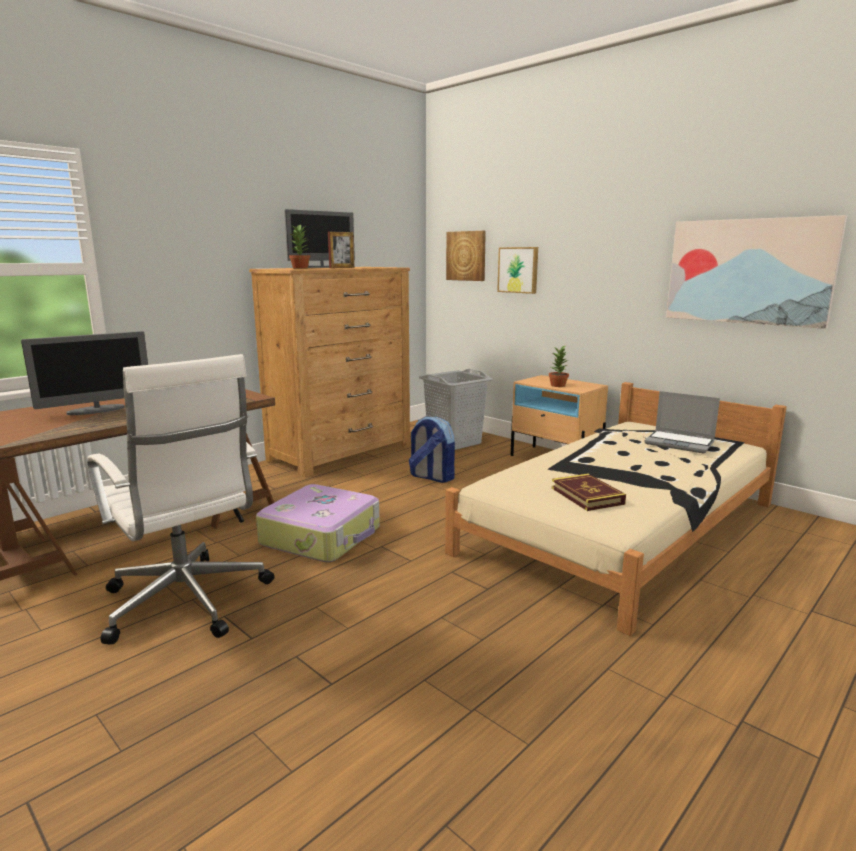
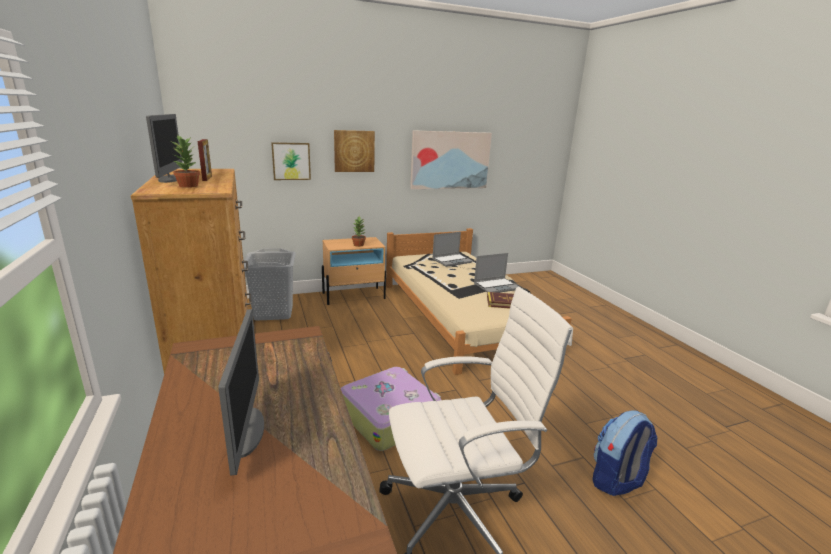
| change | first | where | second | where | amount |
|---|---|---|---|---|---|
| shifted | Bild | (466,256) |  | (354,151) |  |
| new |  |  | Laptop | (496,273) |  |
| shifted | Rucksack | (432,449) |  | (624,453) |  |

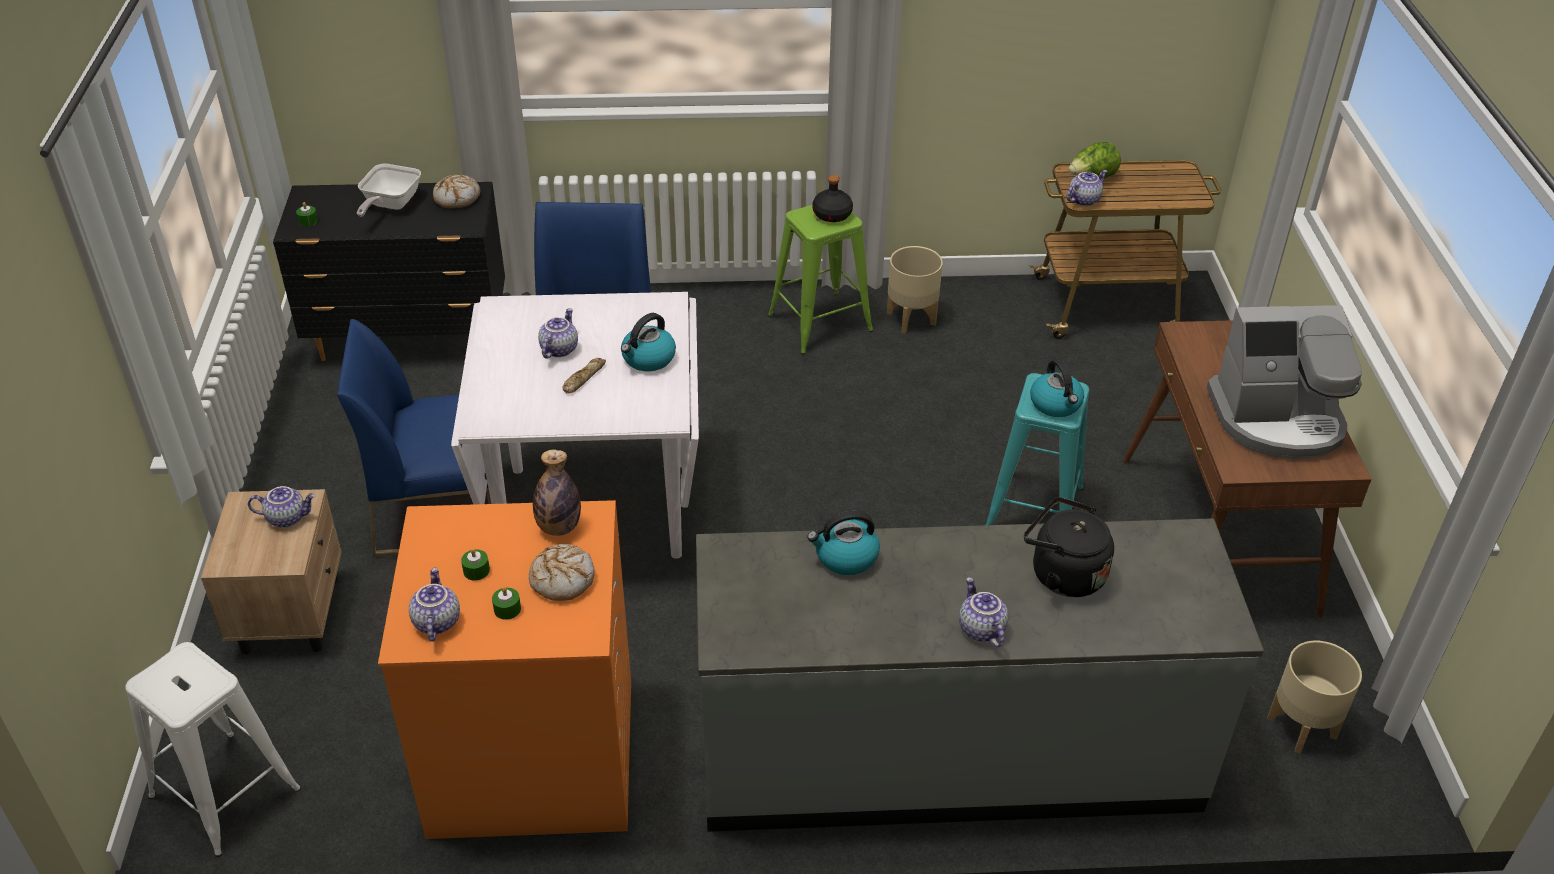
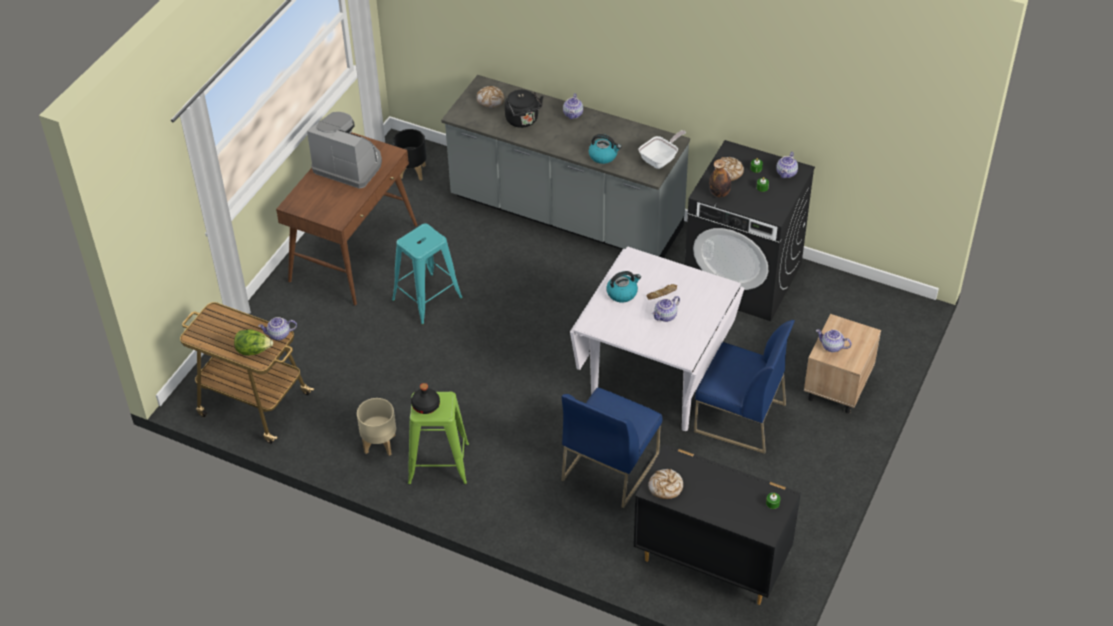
| change | first | where | second | where | amount |
|---|---|---|---|---|---|
| repainted | Pflanzkübel/beige | (1314,697) | Pflanzkübel/schwarz | (410,155) |  |
| new |  |  | Brot | (490,97) |  |
| shifted | Pfanne | (389,190) |  | (662,149) |  |
| repainted | Waschmaschine/orange | (504,669) | Waschmaschine/schwarz | (750,230) |  |
| gone | Hocker/weiß | (213,749) |  |  |  |
| gone | Wasserkessel | (1057,388) |  |  |  |

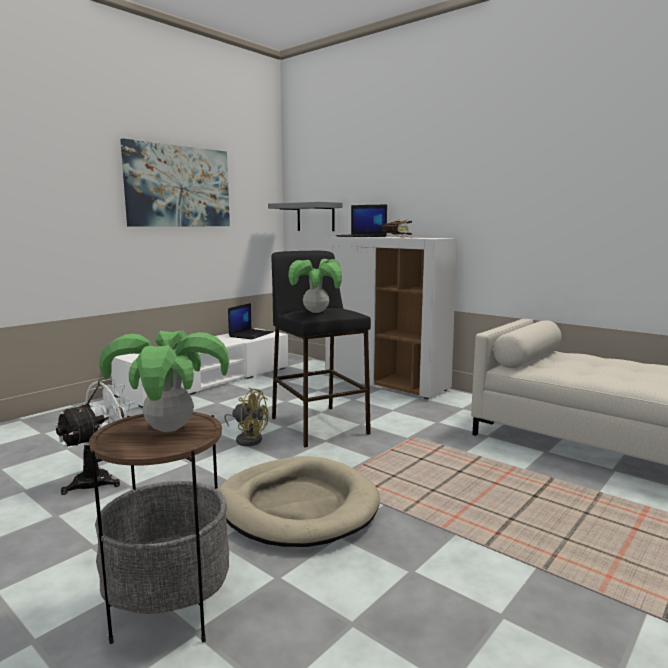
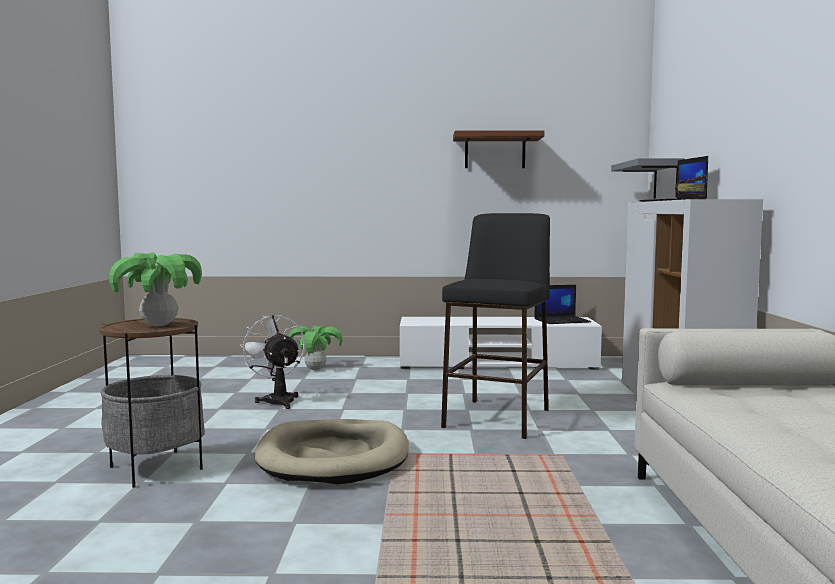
| change | first | where | second | where | amount |
|---|---|---|---|---|---|
| rotated | Ventilator/weiß | (94,437) |  | (272,362) | 120 degrees counterclockwise |
| shifted | Topfpflanze | (315,286) |  | (315,348) |  |
| swapped | Bild | (175,182) | Wandregal/braun | (498,149) |  |
| gone | Ventilator/gelb | (246,416) |  |  |  |

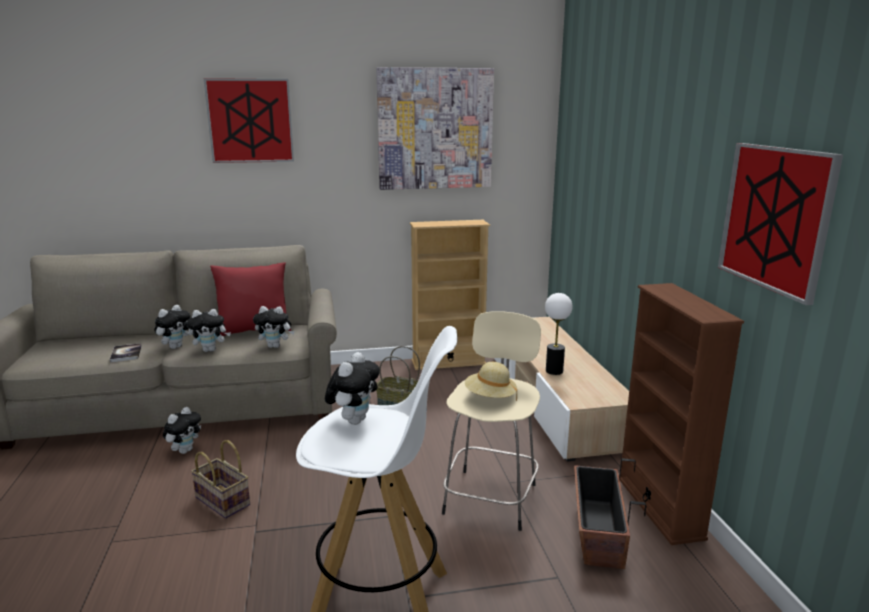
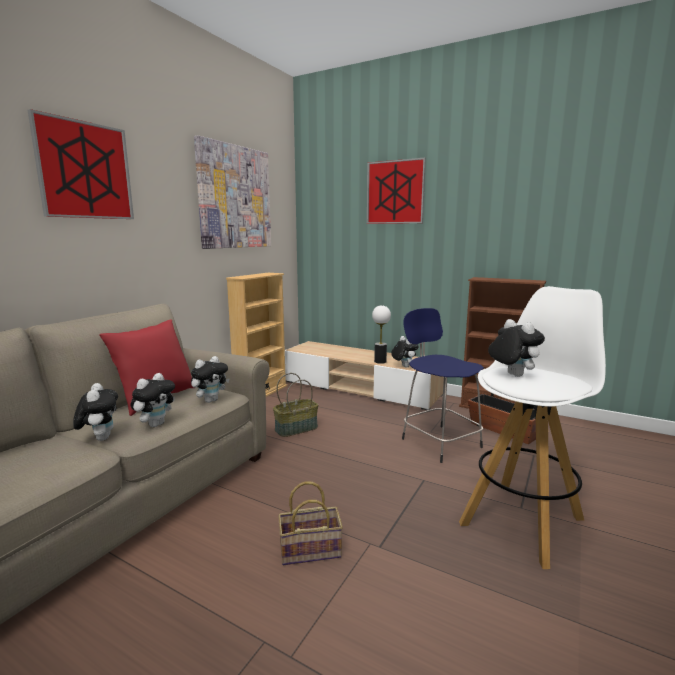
| change | first | where | second | where | amount |
|---|---|---|---|---|---|
| shifted | Bild | (780,224) |  | (396,191) |  |
| shifted | Plüschtier | (182,430) |  | (404,352) |  |
| repainted | Hocker/beige | (491,421) | Hocker/blau | (443,385) |  |
| gone | Buch | (126,352) |  |  |  |
| gone | Hut/beige | (491,381) |  |  |  |

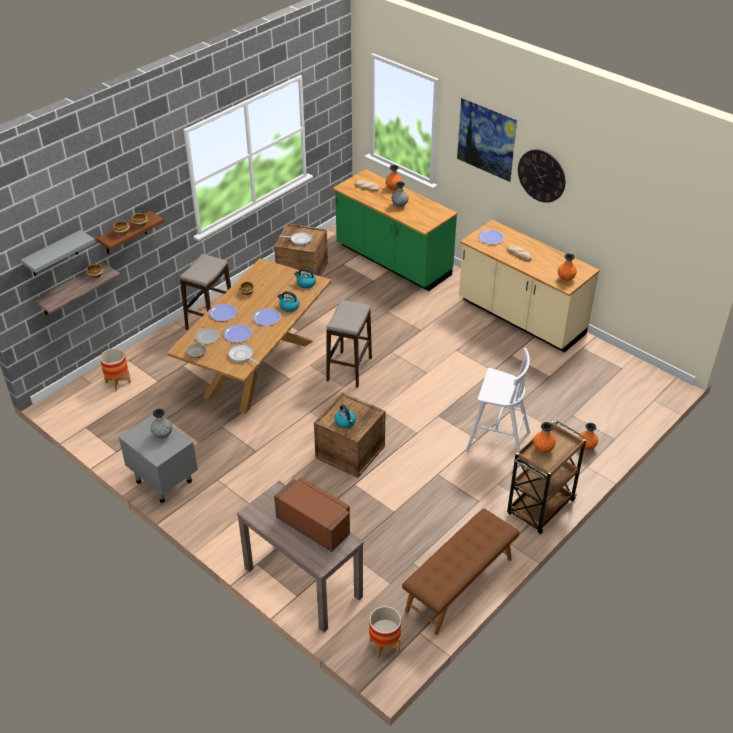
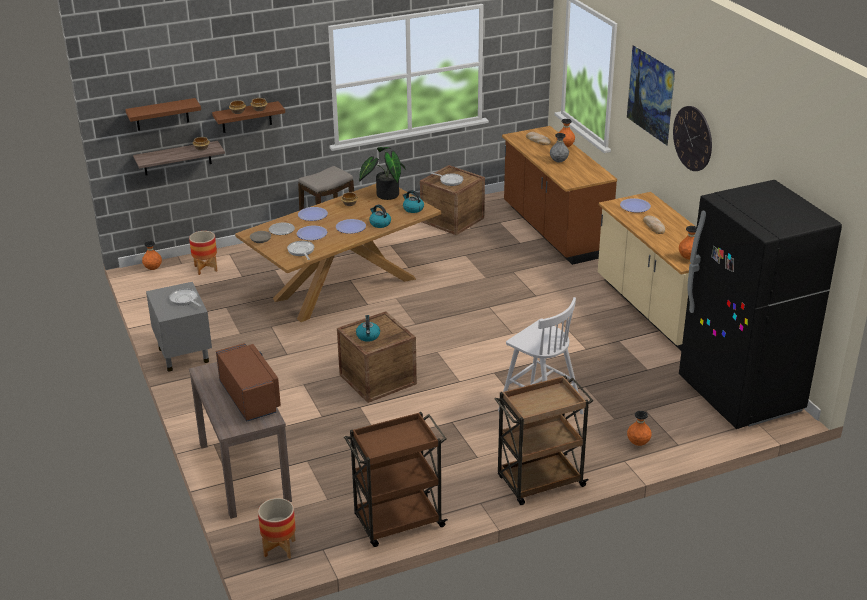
| change | first | where | second | where | amount |
|---|---|---|---|---|---|
| repainted | Wandregal/grau | (58,253) | Wandregal/braun | (163,114) |  |
| shifted | Vase/orange | (544,437) |  | (152,255) |  |
| swapped | Vase/grau | (161,423) | Pfanne | (185,298) |  |
| swapped | Bank/braun | (461,571) | Rollwagen/braun | (396,479) |  |
| new |  |  | Topfpflanze | (382,173) |  |
| repainted | Küchenzeile/grün | (395,230) | Küchenzeile/braun | (559,195) |  |
| new |  |  | Kühlschrank/schwarz | (760,304) |  |
| gone | Hocker | (349,344) |  |  |  |

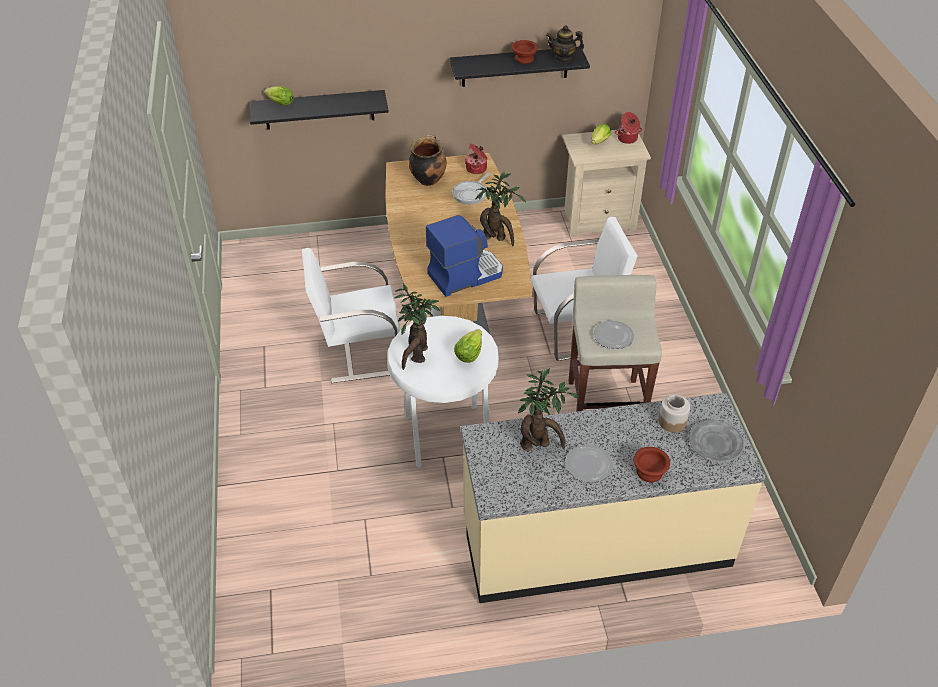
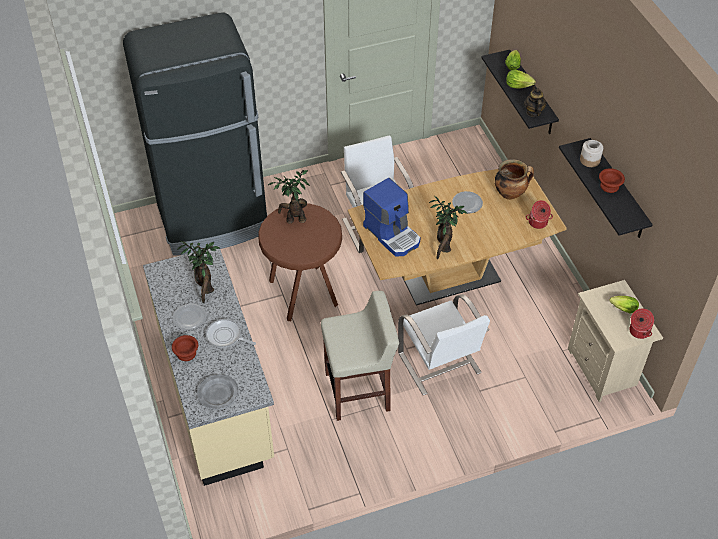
| change | first | where | second | where | amount |
|---|---|---|---|---|---|
| new |  |  | Kühlschrank/schwarz | (195,134) |  |
| shifted | Pfanne | (471,188) |  | (231,333) |  |
| repainted | Hocker/weiß | (443,392) | Hocker/braun | (300,262) |  |
| shifted | Teller | (613,334) |  | (467,202) |  |
| shifted | Salatkopf | (468,346) |  | (521,79) |  |
| shifted | Teekanne | (565,43) |  | (535,101) |  |
| shifted | Vorratsglas | (674,413) |  | (591,153) |  |

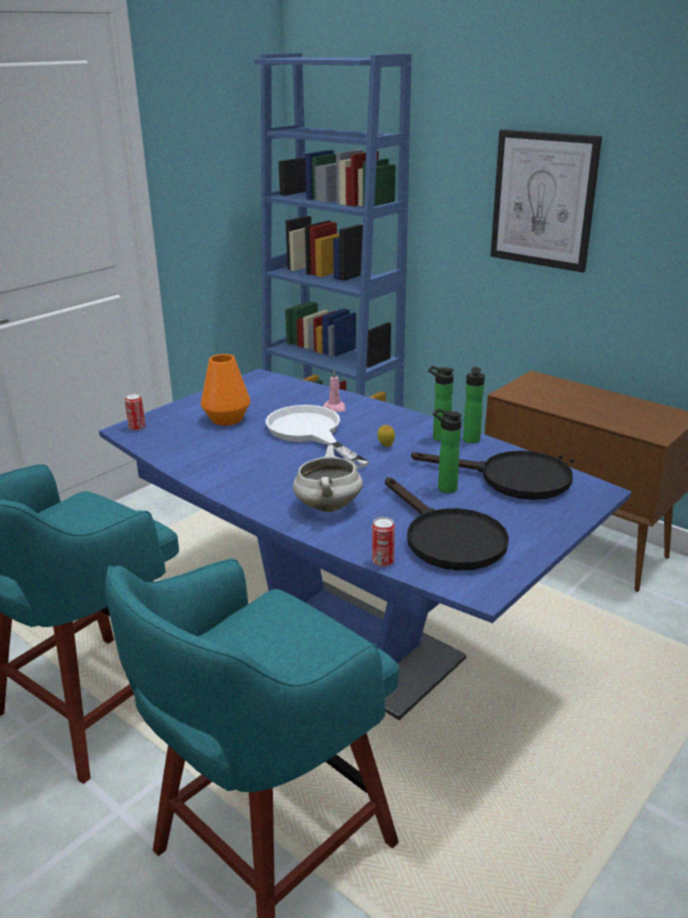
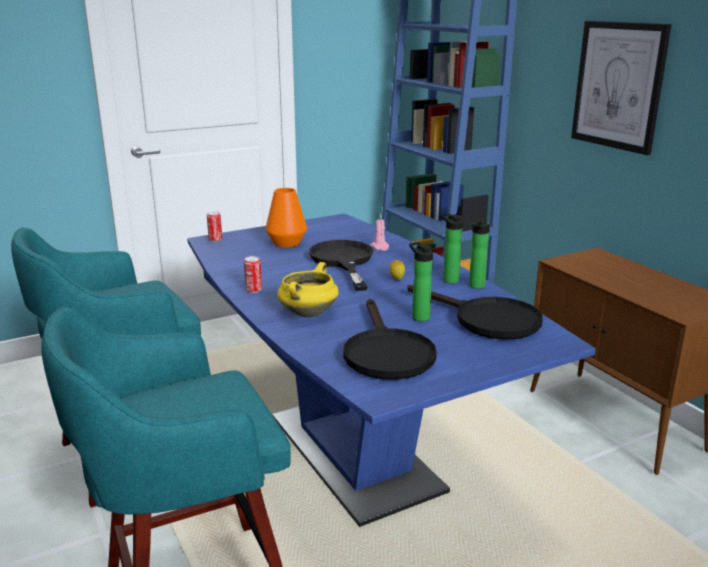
| change | first | where | second | where | amount |
|---|---|---|---|---|---|
| shifted | Dose | (383,542) |  | (253,274) |  |
| repainted | Kochtopf/weiß | (328,478) | Kochtopf/gelb | (308,289) |  |
| repainted | Pfanne/weiß | (317,437) | Pfanne/schwarz | (341,265) |  |

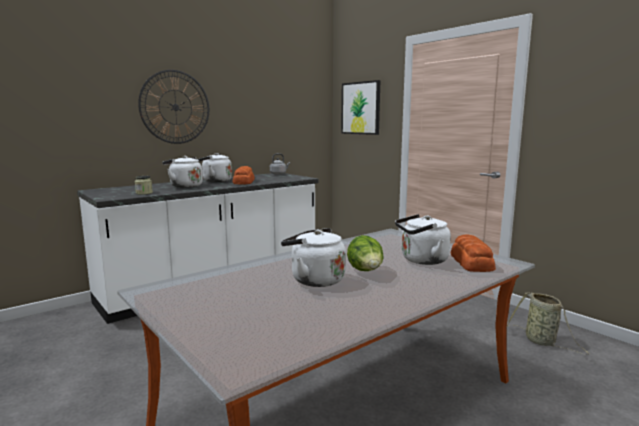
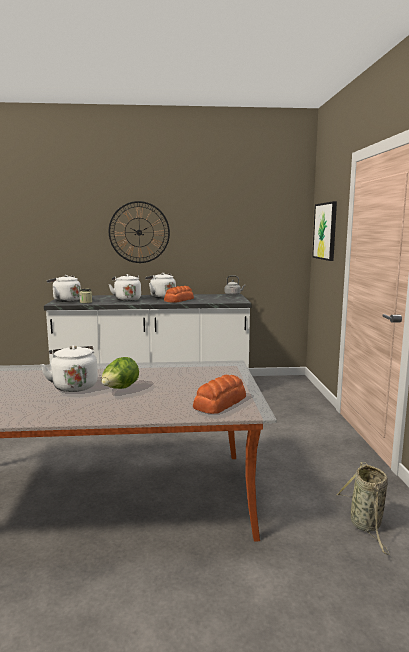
| change | first | where | second | where | amount |
|---|---|---|---|---|---|
| shifted | Wasserkessel/weiß | (423,239) |  | (64,288) |  |

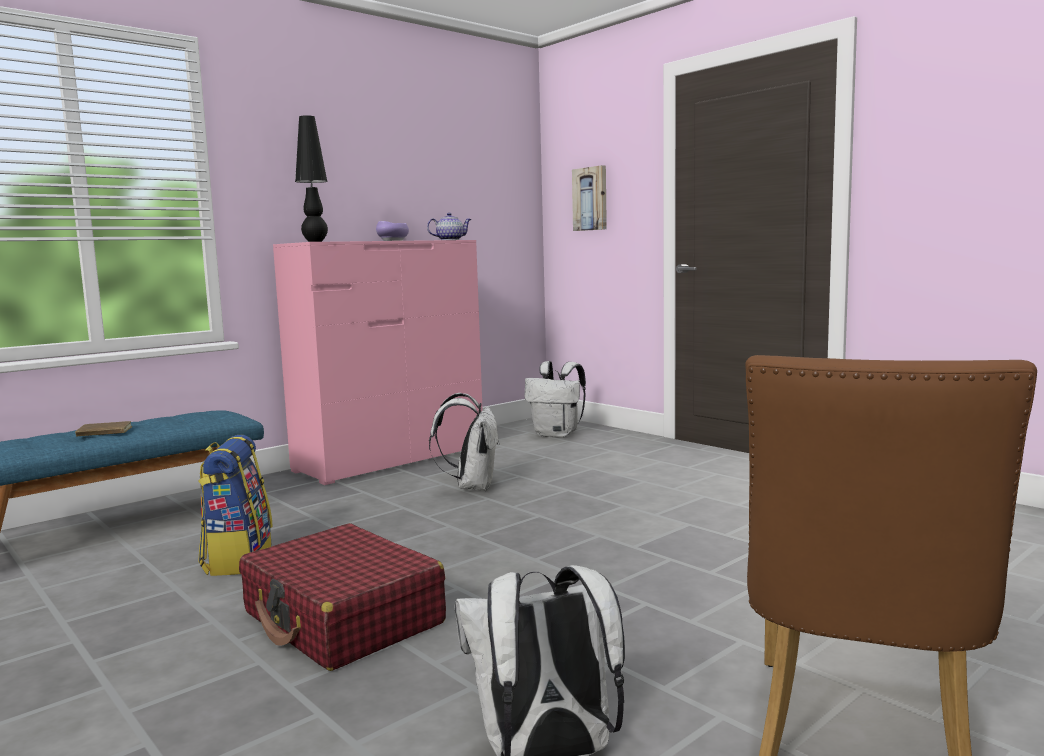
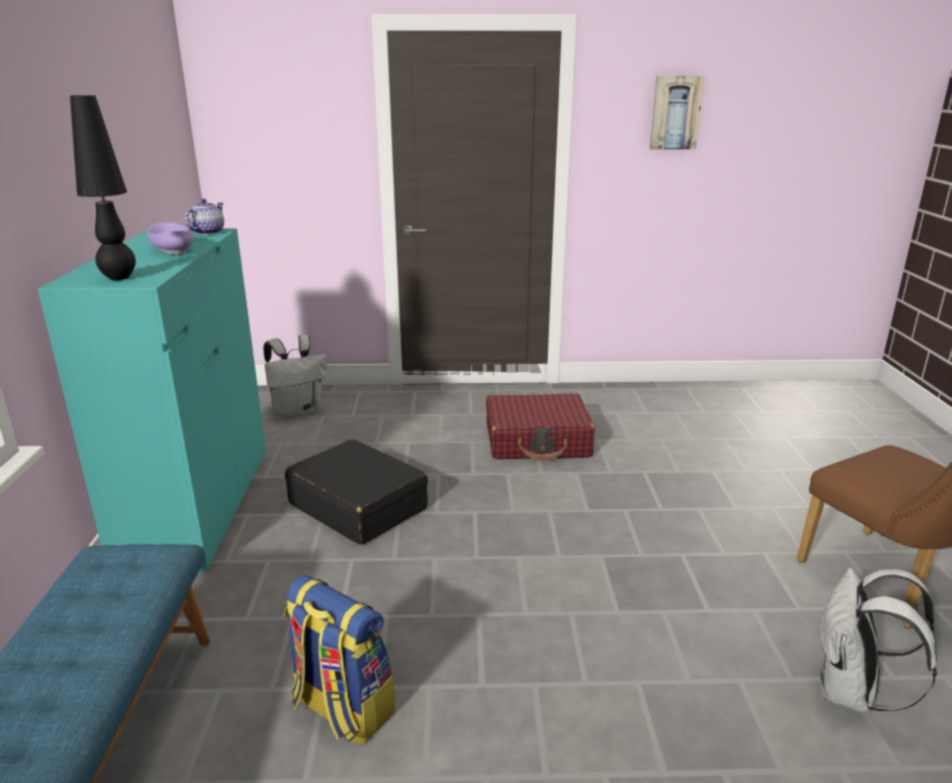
| change | first | where | second | where | amount |
|---|---|---|---|---|---|
| repainted | Kommode/rosa | (378,362) | Kommode/türkis | (152,401) |  |
| swapped | Rucksack/weiß | (464,442) | Koffer/schwarz | (356,492) |  |
| shifted | Koffer/rot | (342,597) |  | (540,427) |  |
| shifted | Bild | (589,198) |  | (677,113) |  |
| gone | Buch/braun | (104,428) |  |  |  |

